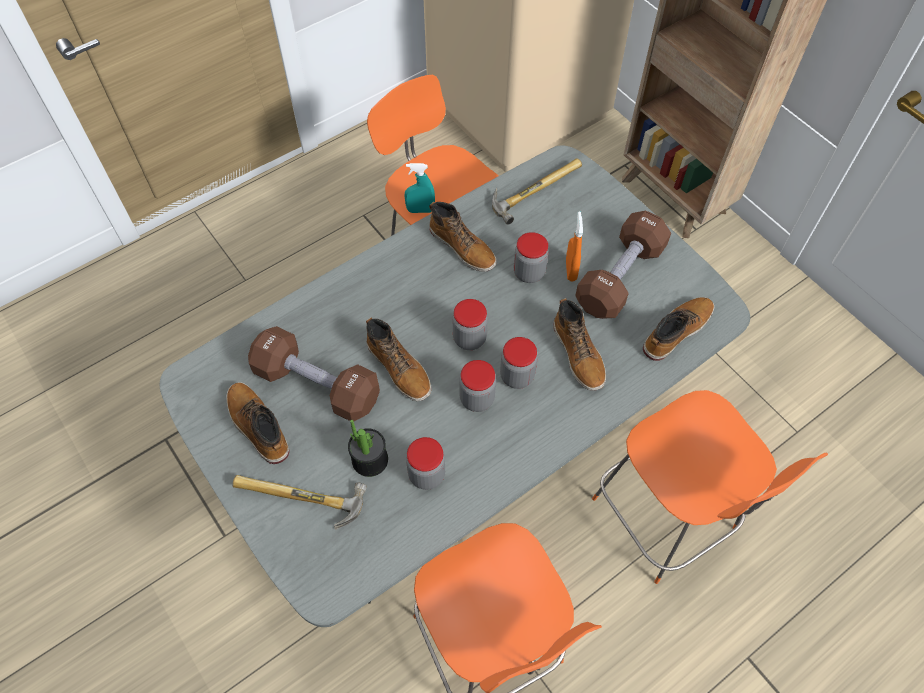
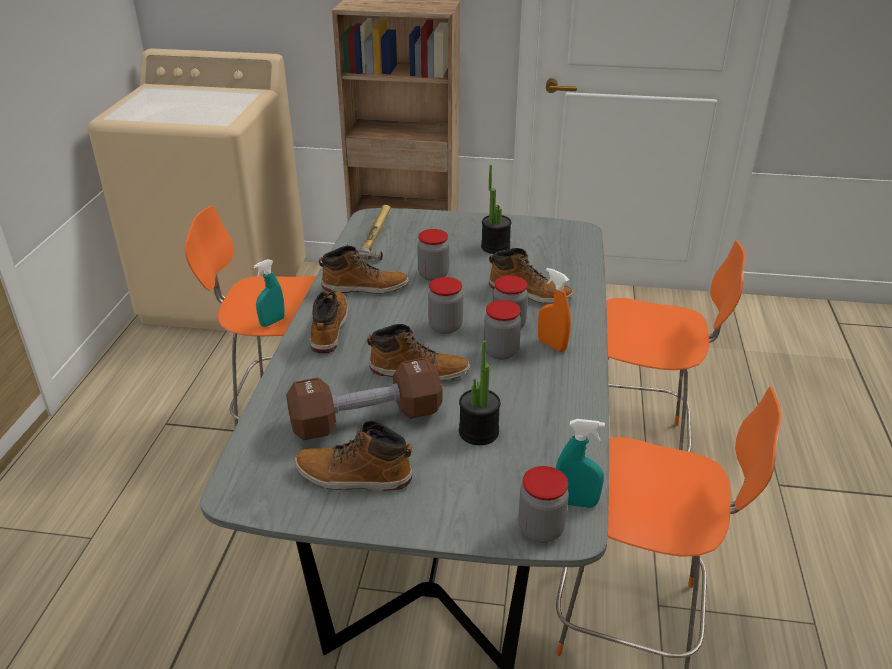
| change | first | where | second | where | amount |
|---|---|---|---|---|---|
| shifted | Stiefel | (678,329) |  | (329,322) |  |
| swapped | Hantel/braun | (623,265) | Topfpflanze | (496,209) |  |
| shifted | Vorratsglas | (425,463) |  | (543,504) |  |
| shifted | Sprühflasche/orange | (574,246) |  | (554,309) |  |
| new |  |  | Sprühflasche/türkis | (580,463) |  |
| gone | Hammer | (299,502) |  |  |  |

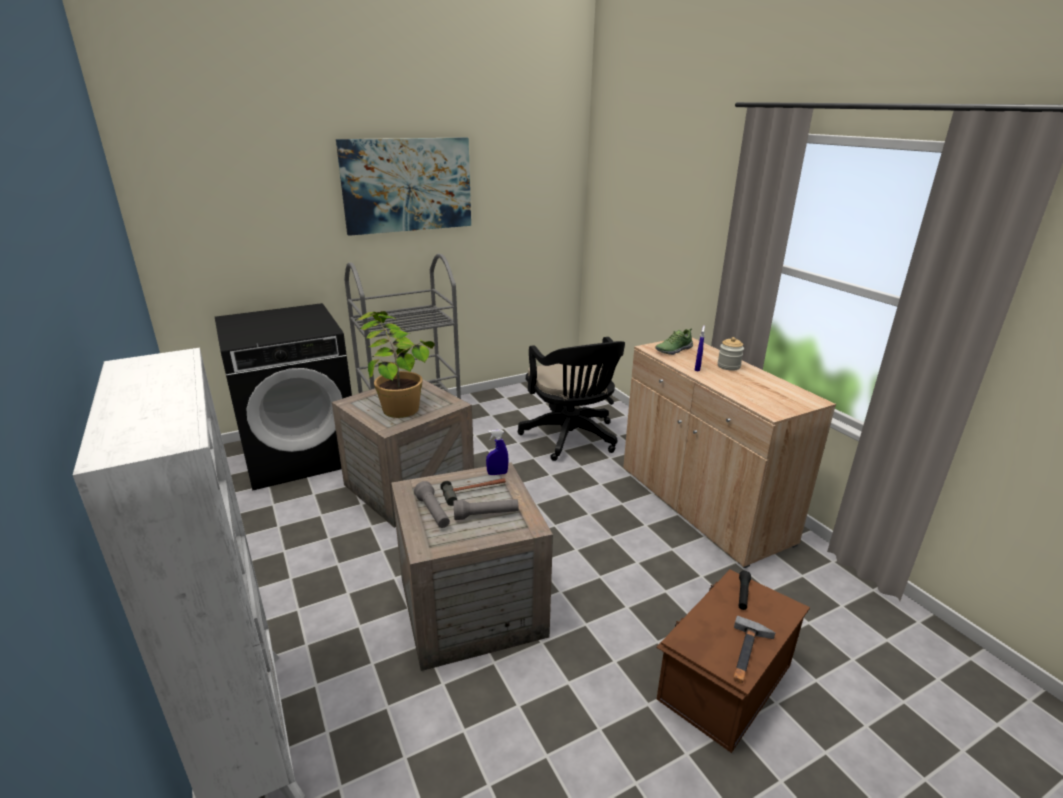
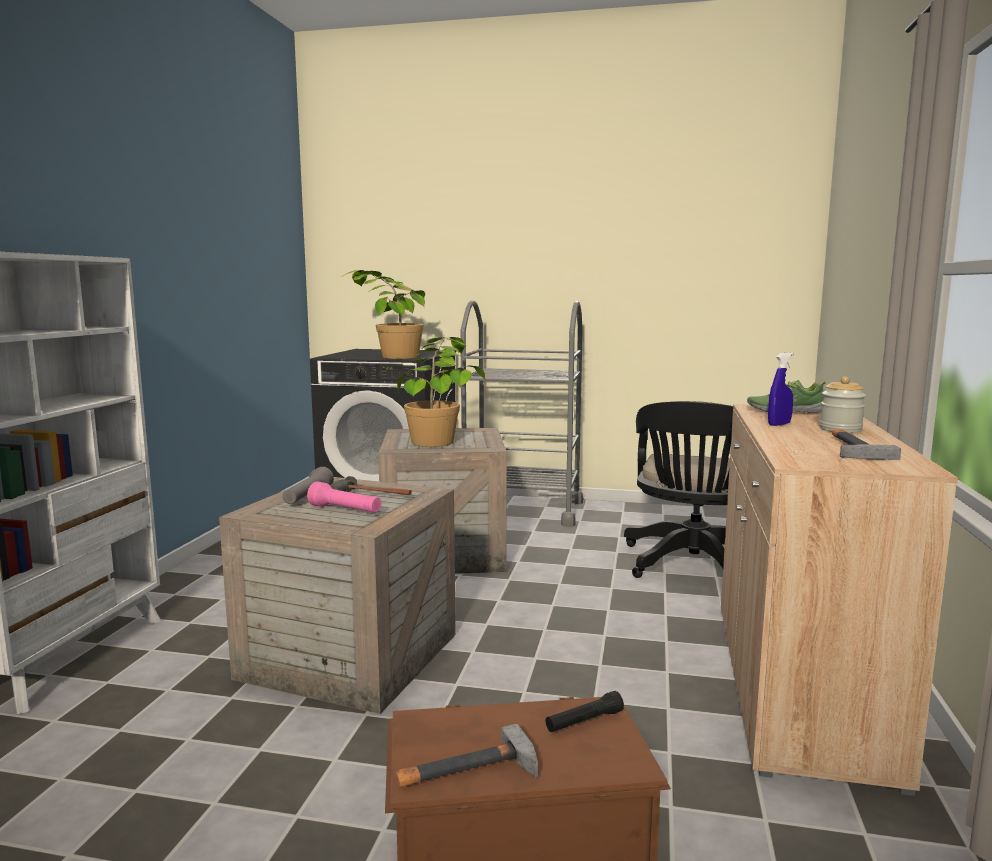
| change | first | where | second | where | amount |
|---|---|---|---|---|---|
| repainted | Taschenlampe/grau | (486,509) | Taschenlampe/rosa | (344,497) |  |
| new |  |  | Topfpflanze | (383,314) |  |
| new |  |  | Hammer | (866,444) |  |
| gone | Bild | (403,186) |  |  |  |
| gone | Sprühflasche/blau | (497,452) |  |  |  |

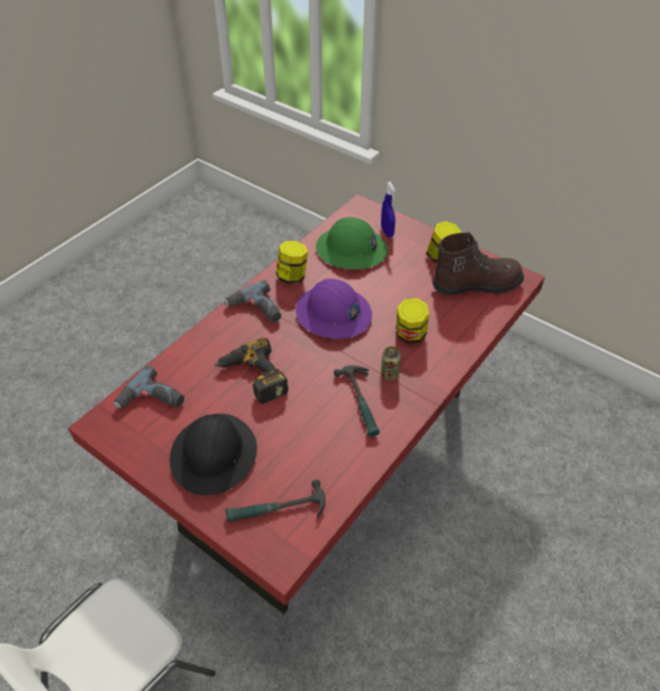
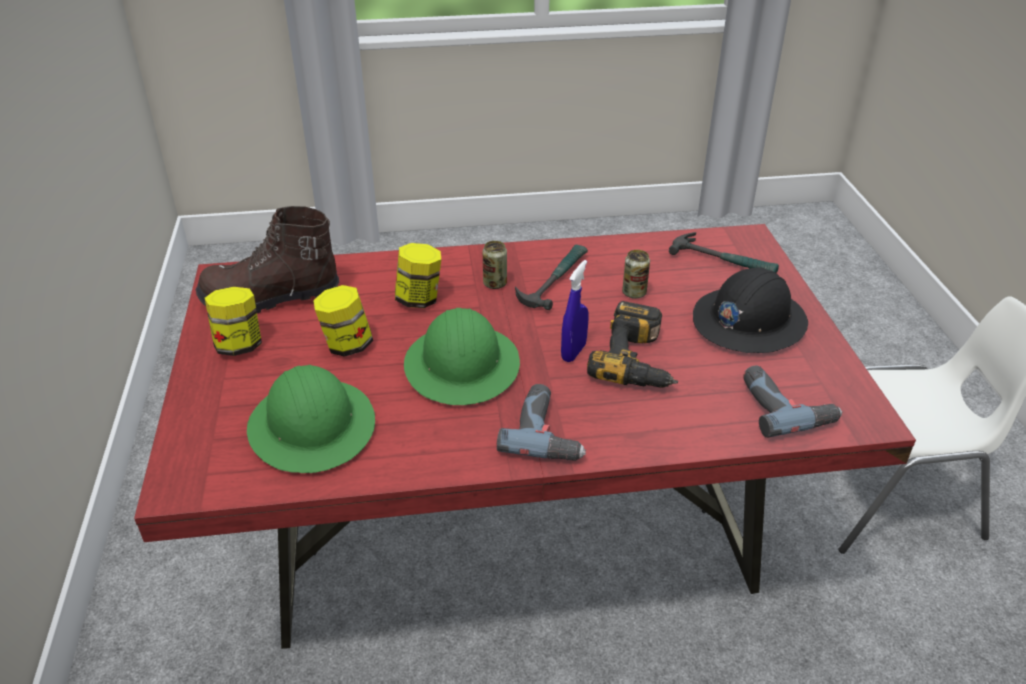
| change | first | where | second | where | amount |
|---|---|---|---|---|---|
| rotated | Stiefel/braun | (478,263) |  | (267,259) | 45 degrees counterclockwise |
| shifted | Vorratsglas | (292,262) |  | (343,321) |  |
| repainted | Schutzhelm/lila | (334,309) | Schutzhelm/grün | (462,356) |  |
| shifted | Sprühflasche/blau | (388,210) |  | (575,311) |  |
| new |  |  | Dose | (636,274) |  |

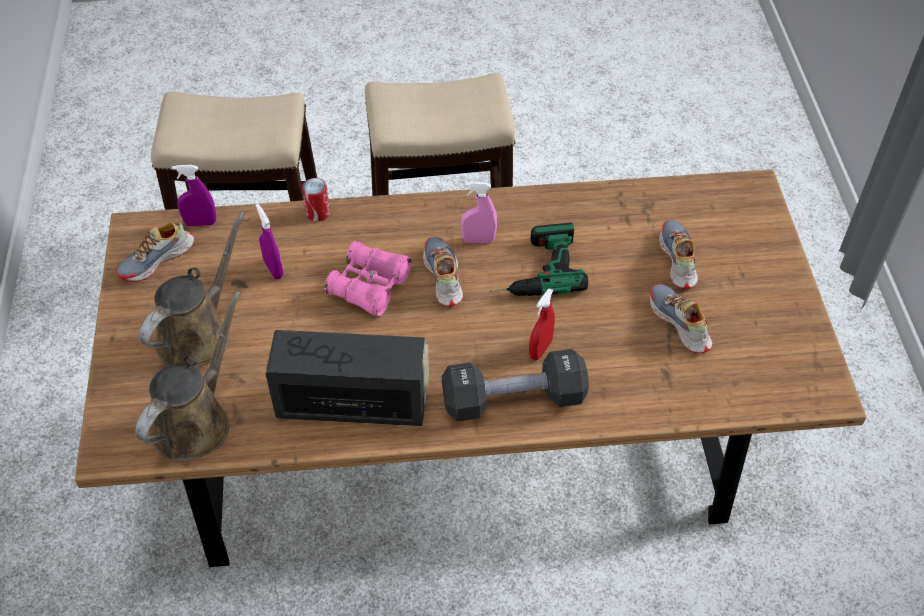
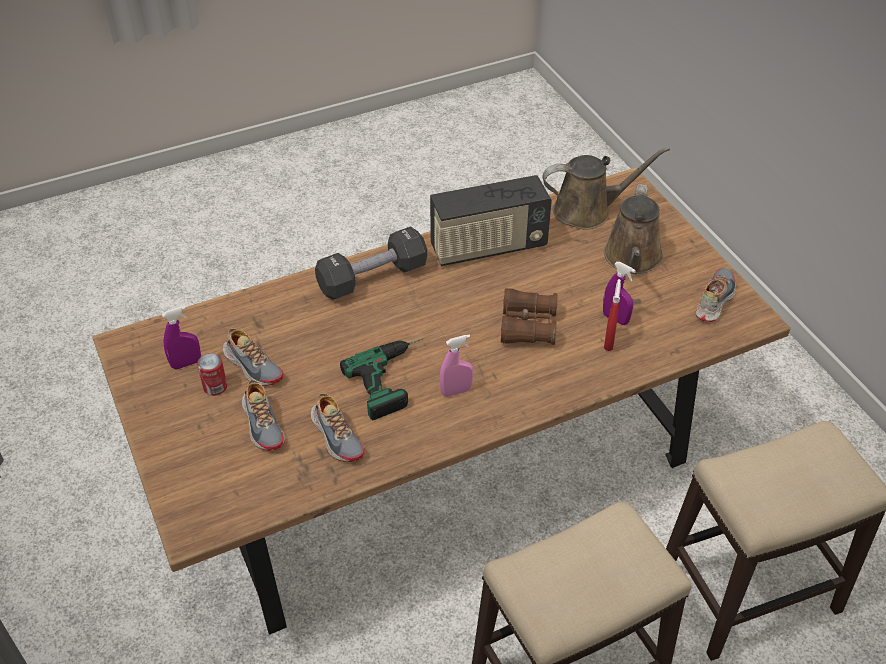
| change | first | where | second | where | amount |
|---|---|---|---|---|---|
| shifted | Sprühflasche/lila | (194,195) |  | (181,337) |  |
| shifted | Dose | (316,199) |  | (212,374) |  |
| shifted | Schuh | (443,272) |  | (337,427) |  |
| repainted | Fernglas/rosa | (368,278) | Fernglas/braun | (529,316) |  |
| rotated | Gießkanne/braun | (188,376) |  | (606,188) | 105 degrees counterclockwise |
| shifted | Sprühflasche/rot | (542,324) |  | (612,315) |  |

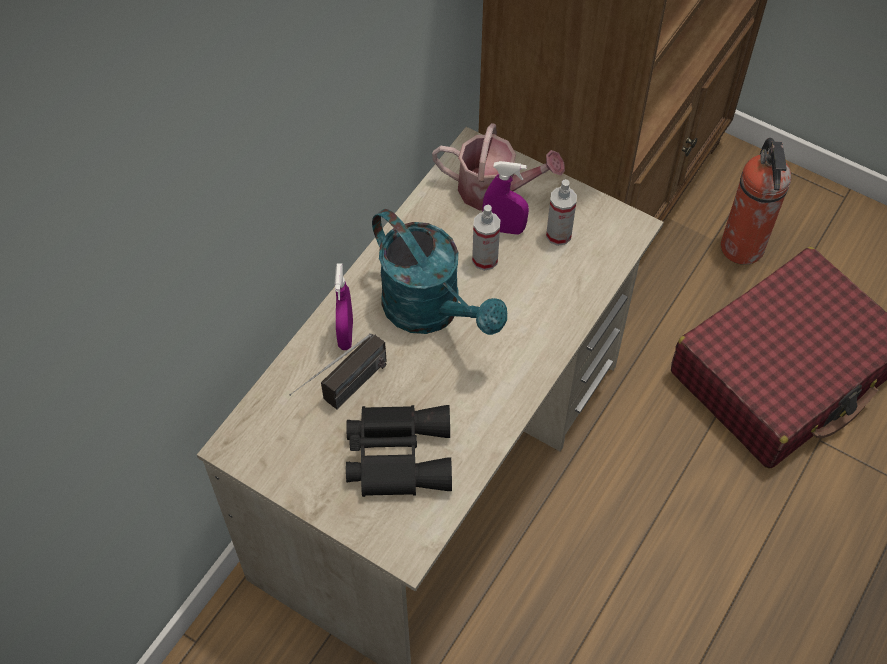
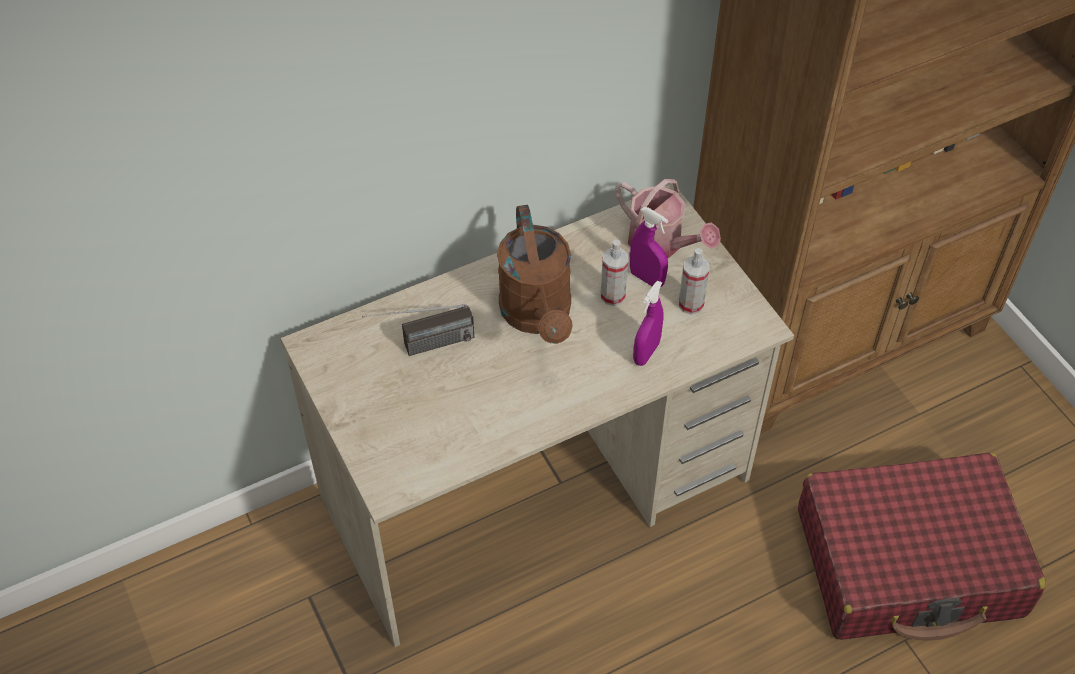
| change | first | where | second | where | amount |
|---|---|---|---|---|---|
| repainted | Gießkanne/türkis | (439,272) | Gießkanne/braun | (535,274) |  |
| shifted | Sprühflasche/lila | (344,306) |  | (648,323) |  |
| gone | Fernglas/schwarz | (399,451) |  |  |  |
| gone | Feuerlöscher | (756,201) |  |  |  |

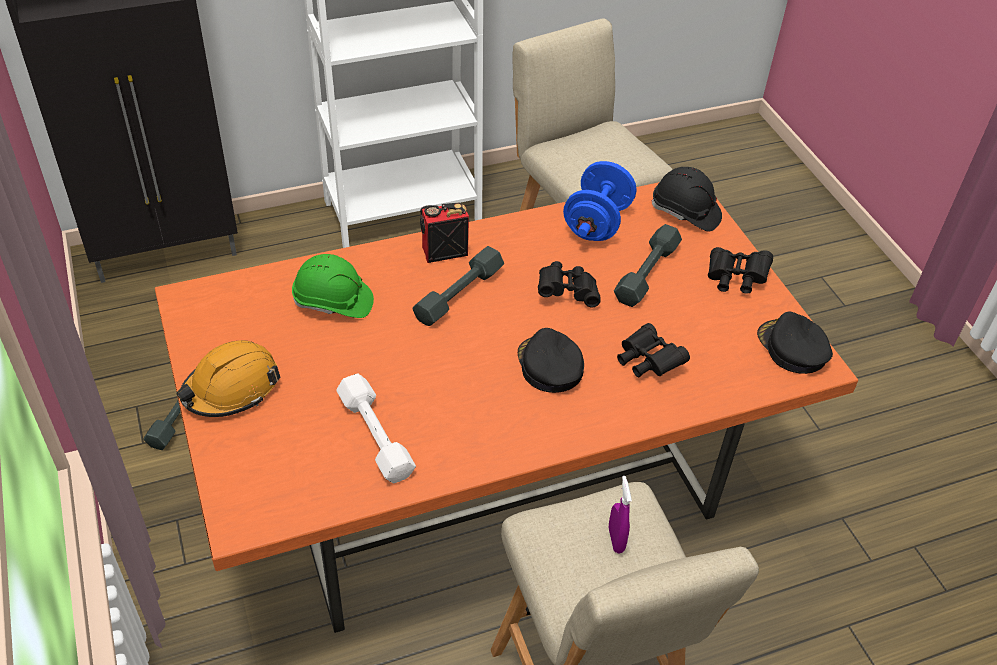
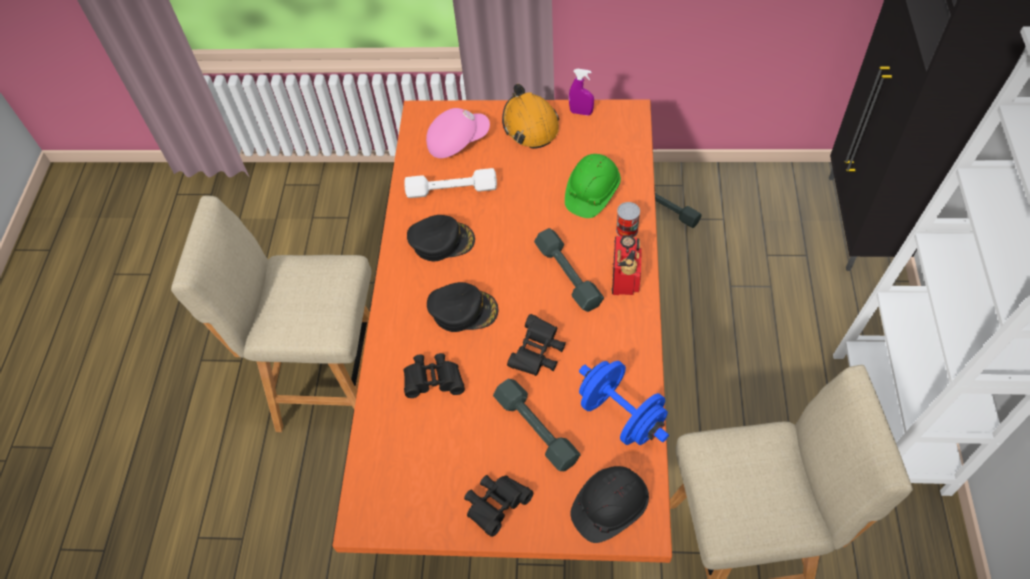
| change | first | where | second | where | amount |
|---|---|---|---|---|---|
| shifted | Kappe/schwarz | (795,343) |  | (441,238) |  |
| new |  |  | Kappe/rosa | (458,133) |  |
| shifted | Sprühflasche/lila | (620,515) |  | (581,92) |  |
| new |  |  | Dose | (628,219) |  |

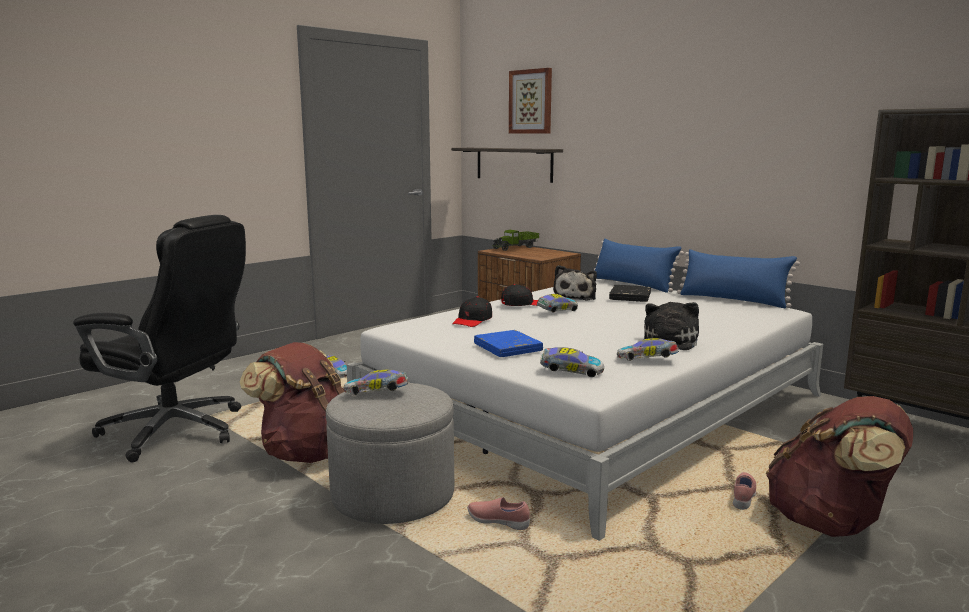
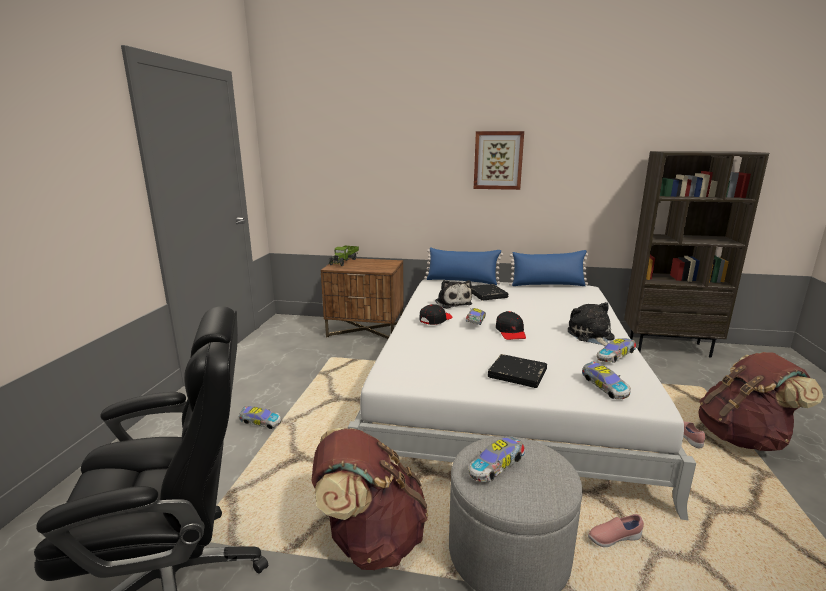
| change | first | where | second | where | amount |
|---|---|---|---|---|---|
| shifted | Bild | (530,101) |  | (499,160) |  |
| repainted | Buch/blau | (508,343) | Buch/schwarz | (517,371) |  |
| shifted | Kappe/schwarz | (472,311) |  | (511,325) |  |
| rotated | Spielzeugauto | (572,362) |  | (606,380) | 90 degrees clockwise |
| gone | Wandregal | (507,165) |  |  |  |

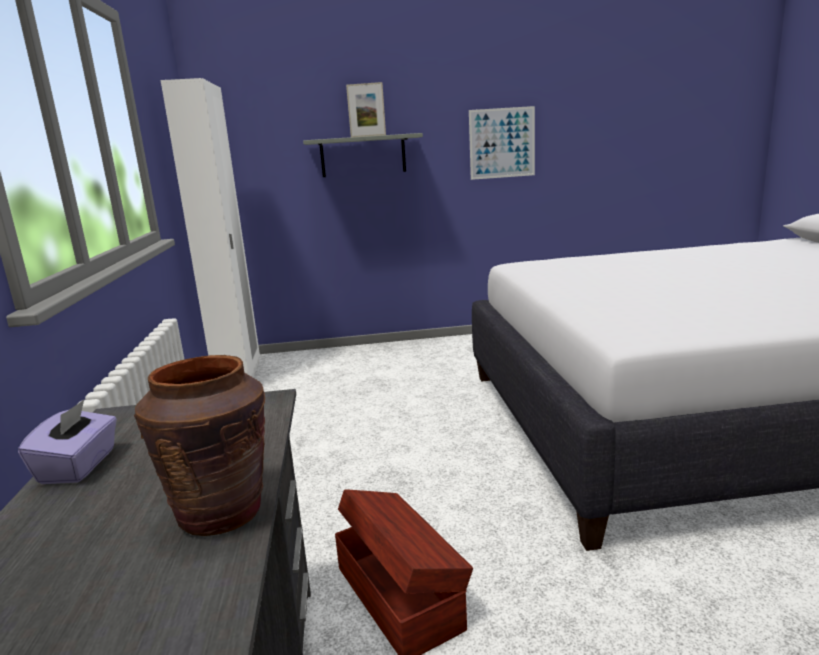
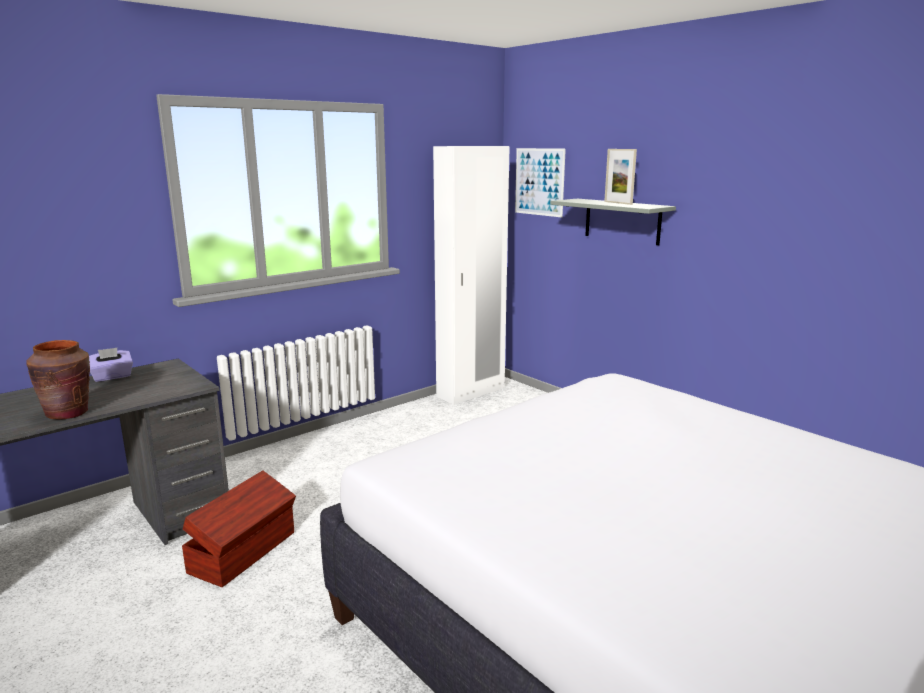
| change | first | where | second | where | amount |
|---|---|---|---|---|---|
| shifted | Bild | (502,143) |  | (540,183) |  |

